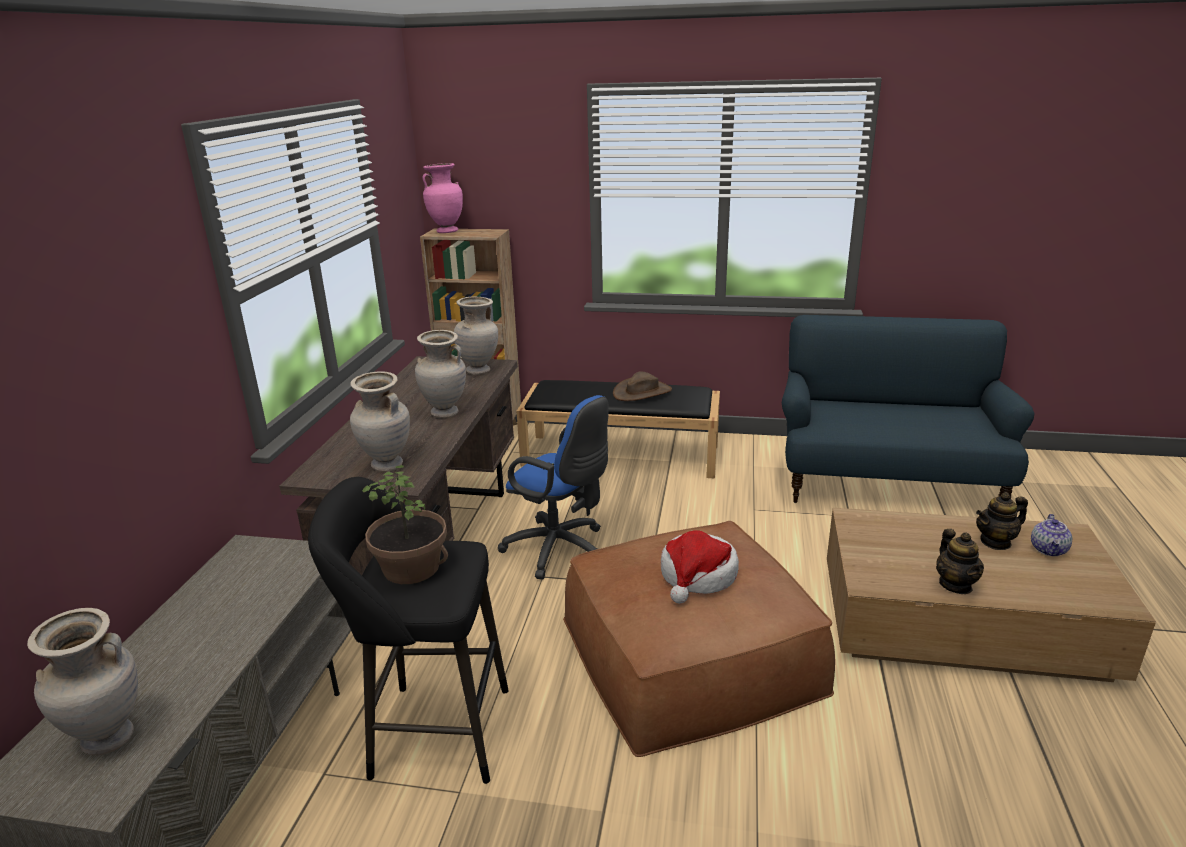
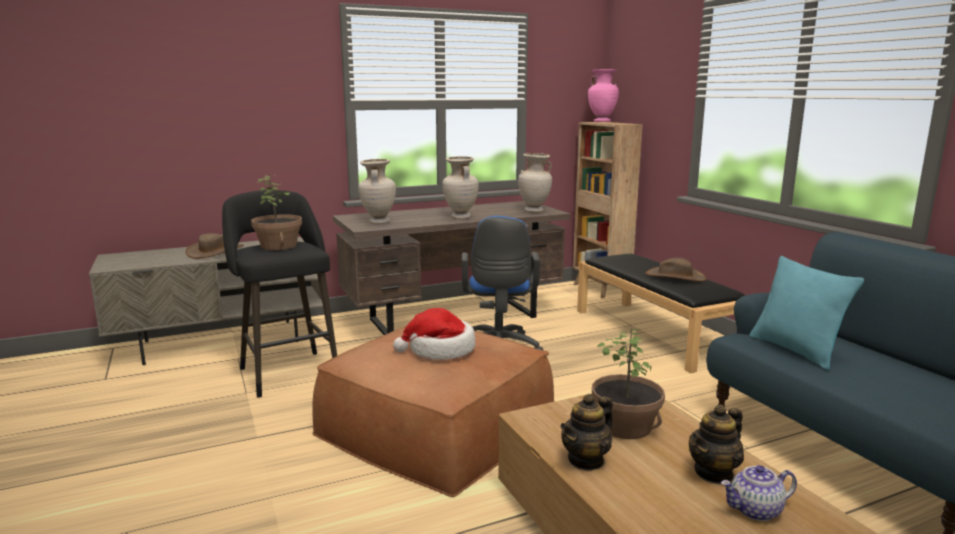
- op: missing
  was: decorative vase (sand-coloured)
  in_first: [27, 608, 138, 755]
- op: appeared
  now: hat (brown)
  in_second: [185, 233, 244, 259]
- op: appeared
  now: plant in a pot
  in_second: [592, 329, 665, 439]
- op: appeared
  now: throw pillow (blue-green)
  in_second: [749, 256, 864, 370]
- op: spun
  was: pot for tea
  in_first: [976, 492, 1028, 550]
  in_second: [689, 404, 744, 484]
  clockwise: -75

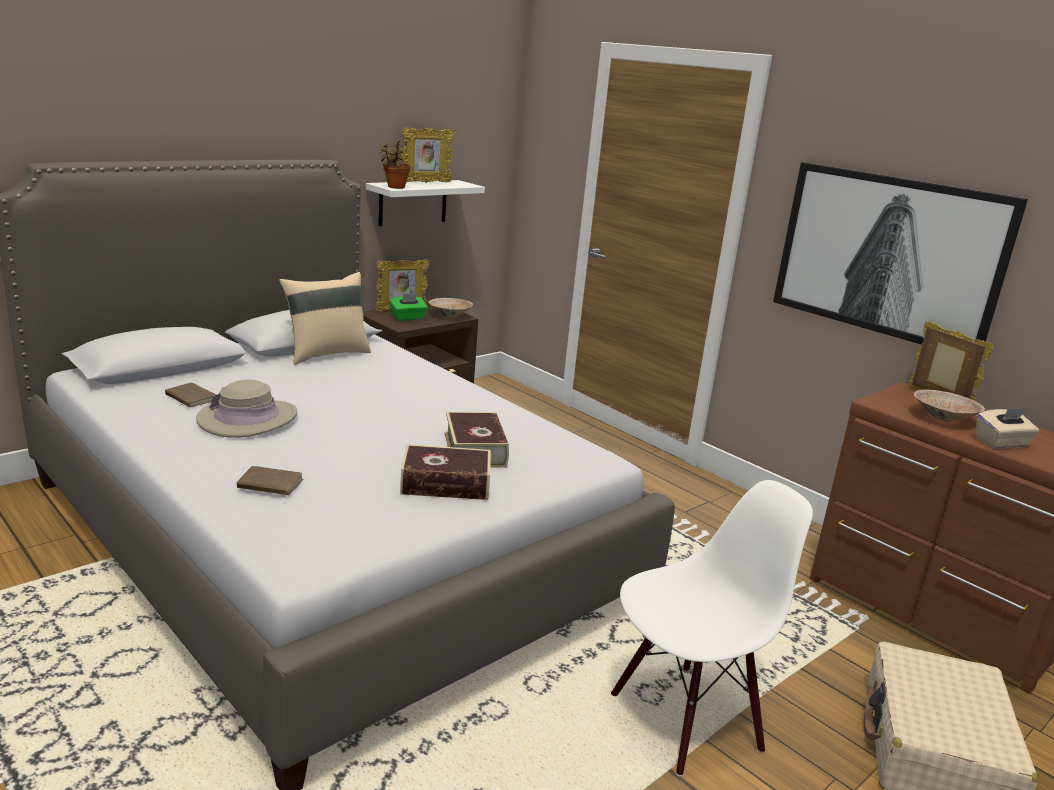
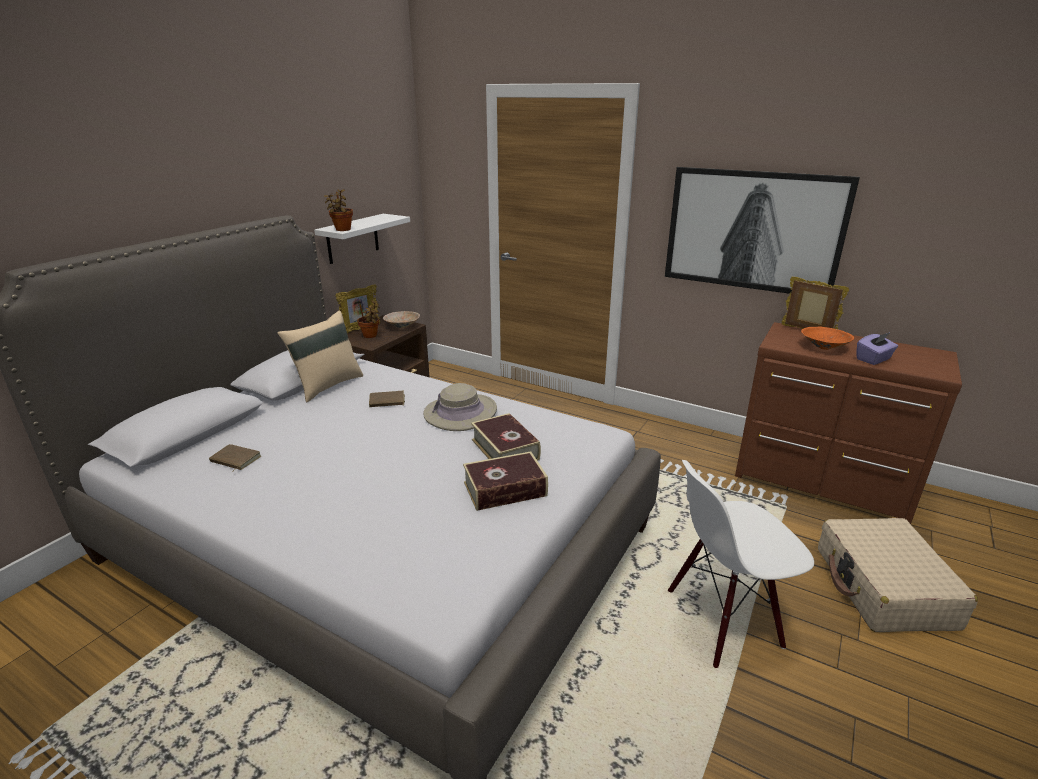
- op: missing
  was: picture frame
  in_first: [402, 128, 455, 183]
- op: relocated
  was: hat (sand-coloured)
  in_first: [196, 380, 297, 438]
  in_second: [423, 383, 497, 431]
- op: relocated
  was: book (brown)
  in_first: [236, 466, 303, 497]
  in_second: [369, 391, 405, 407]
- op: exchanged
  was: box of tissues (greenish)
  now: plant in a pot
  in_first: [389, 294, 428, 321]
  in_second: [357, 300, 380, 338]
- op: colour
  was: serving bowl (sand-coloured)
  now: serving bowl (orange-coloured)
  in_first: [914, 389, 985, 422]
  in_second: [801, 327, 854, 350]
- op: colour
  was: box of tissues (sand-coloured)
  now: box of tissues (purple-coloured)
  in_first: [976, 409, 1039, 449]
  in_second: [857, 332, 898, 365]
- op: spun
  was: plain chair (whitish)
  in_first: [611, 480, 813, 777]
  in_second: [668, 460, 814, 668]
  clockwise: -150

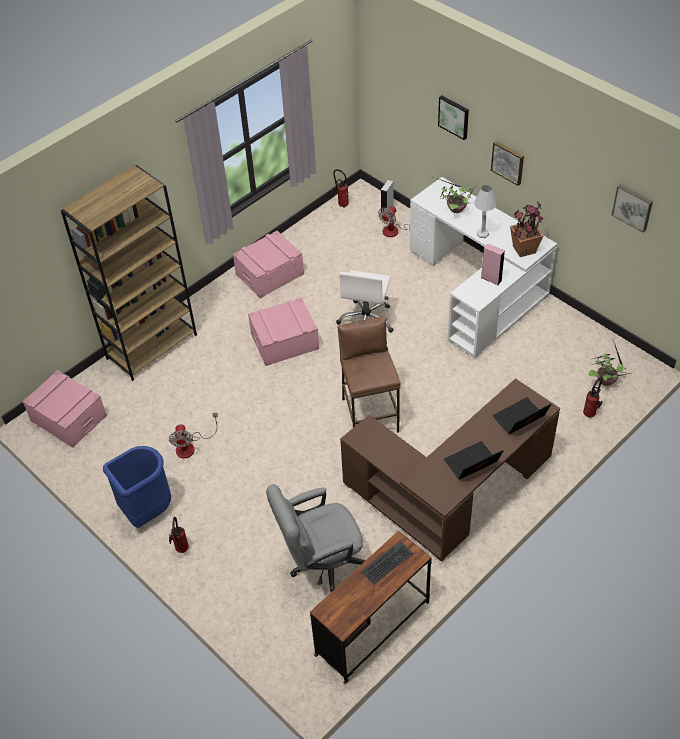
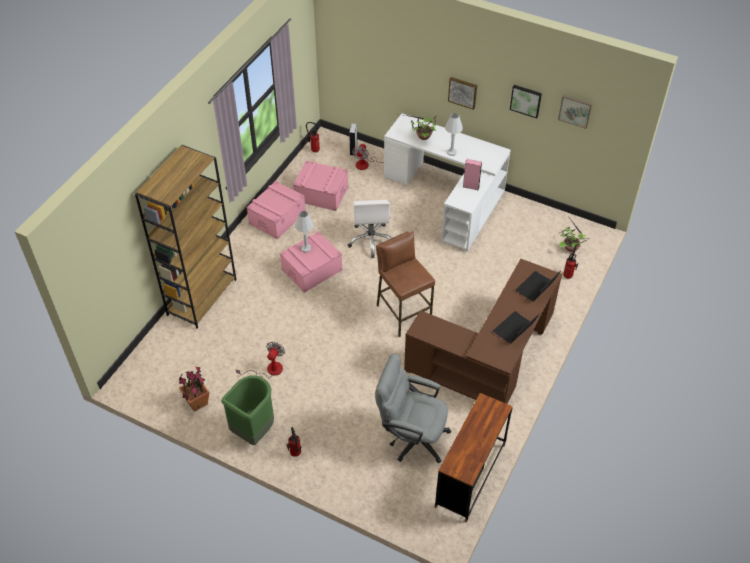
- op: missing
  was: computer keyboard
  in_first: [361, 541, 414, 584]
- op: appeared
  now: table lamp (whitish)
  in_second: [295, 211, 314, 253]
- op: relocated
  was: storage container (pink)
  in_first: [22, 370, 107, 448]
  in_second: [293, 160, 348, 211]
- op: relocated
  was: wall picture
  in_first: [438, 96, 469, 140]
  in_second: [510, 85, 542, 118]
- op: relocated
  was: plant in a pot
  in_first: [510, 202, 543, 257]
  in_second: [179, 366, 210, 412]
- op: colour
  was: waste bin (blue)
  now: waste bin (greenish)
  in_first: [103, 446, 171, 528]
  in_second: [221, 376, 274, 445]
- op: spun
  was: cooling fan
  in_first: [169, 413, 218, 458]
  in_second: [236, 342, 285, 378]
  clockwise: -135
- op: spun
  was: office chair (grey)
  in_first: [266, 484, 366, 593]
  in_second: [375, 354, 451, 463]
  clockwise: 60

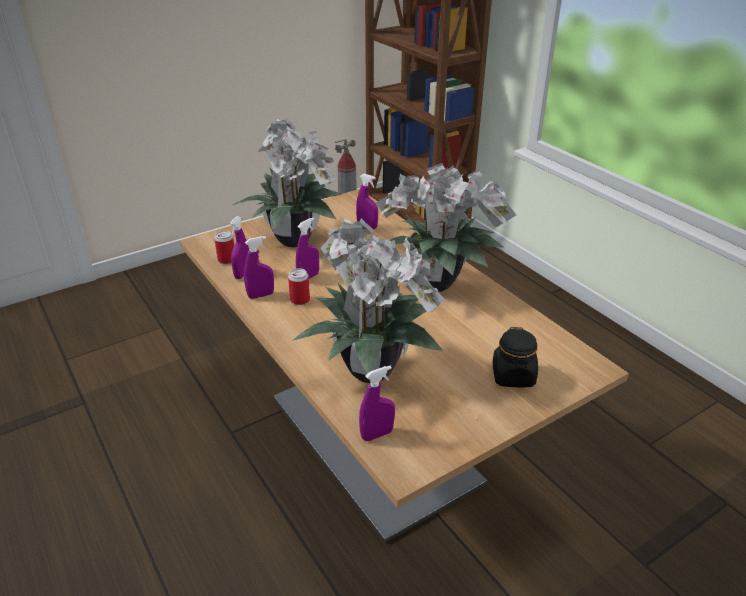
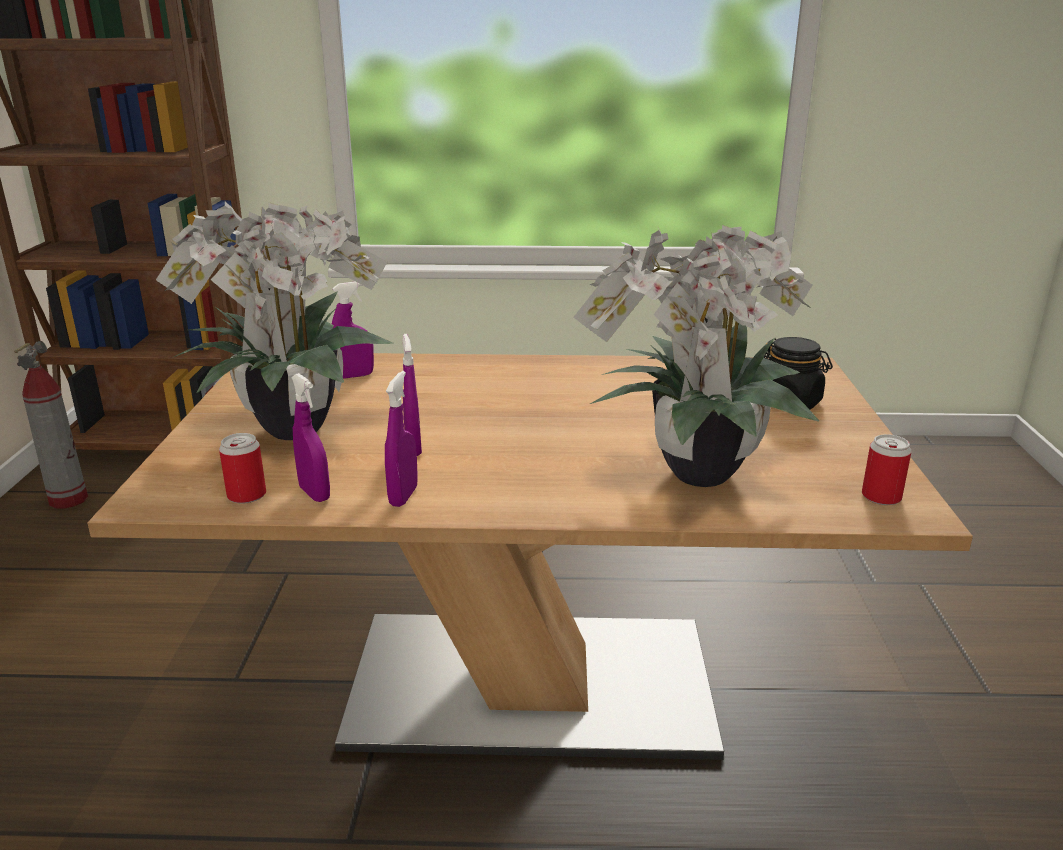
- op: missing
  was: spray bottle (purple-coloured)
  in_first: [359, 365, 395, 441]
- op: missing
  was: plant in a pot
  in_first: [376, 163, 516, 292]
- op: relocated
  was: can
  in_first: [288, 268, 310, 305]
  in_second: [862, 434, 912, 505]

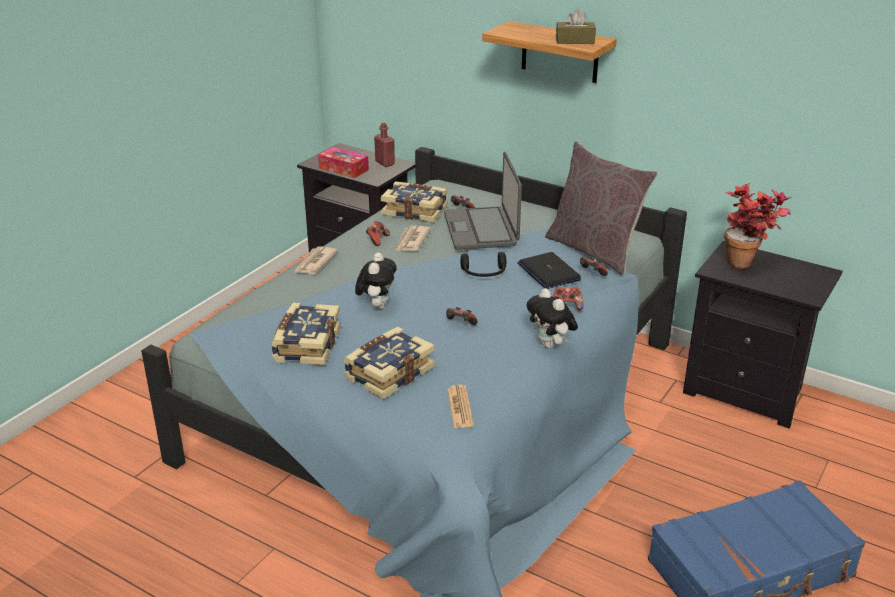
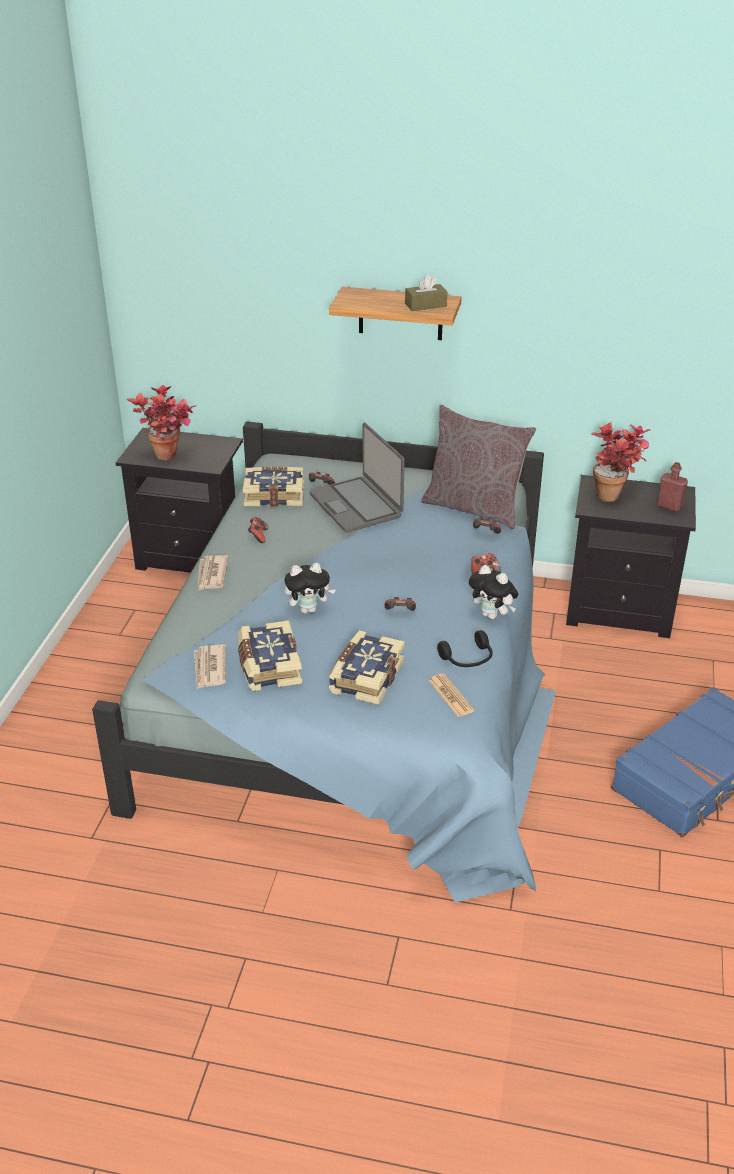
- op: missing
  was: notebook computer
  in_first: [518, 252, 581, 289]
- op: relocated
  was: bottle (red)
  in_first: [374, 123, 395, 167]
  in_second: [657, 462, 688, 512]
- op: relocated
  was: newspaper
  in_first: [395, 225, 431, 251]
  in_second: [194, 645, 226, 689]
- op: relocated
  was: headphones (blackish)
  in_first: [460, 252, 506, 277]
  in_second: [437, 630, 493, 667]
- op: exchanged
  was: box of tissues
  now: plant in a pot
  in_first: [318, 147, 369, 178]
  in_second: [127, 385, 196, 461]
- op: spun
  was: soft toy
  in_first: [355, 252, 397, 309]
  in_second: [284, 563, 336, 613]
  clockwise: 90

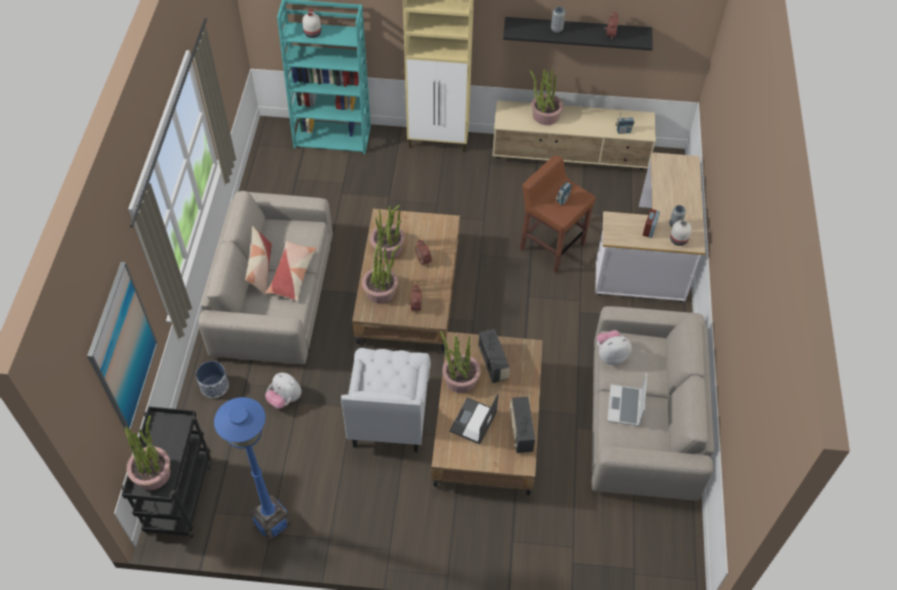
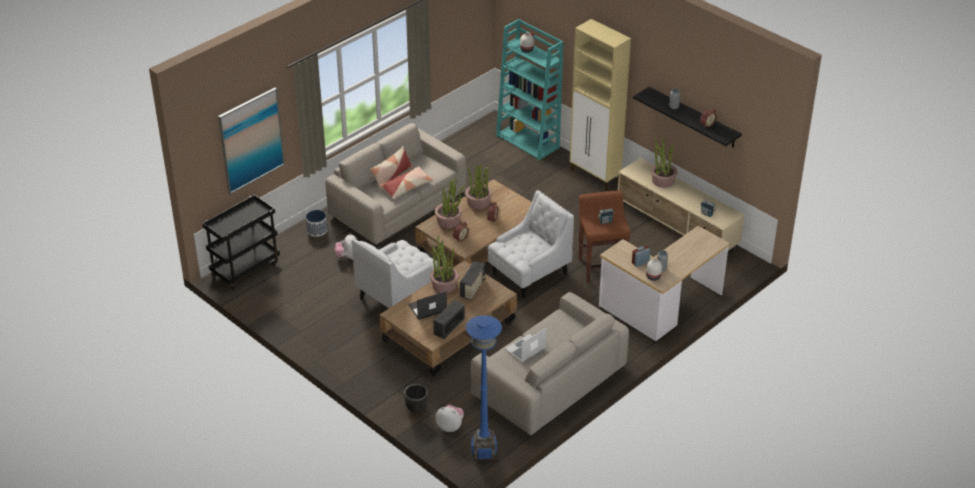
- op: missing
  was: plant in a pot
  in_first: [125, 415, 170, 490]
- op: appeared
  now: plant pot (blackish)
  in_second: [404, 384, 428, 413]
- op: appeared
  now: lounge chair (whitish)
  in_second: [488, 190, 574, 298]
- op: relocated
  was: floor lamp (blue)
  in_first: [214, 397, 291, 541]
  in_second: [466, 315, 502, 461]
- op: relocated
  was: soft toy
  in_first: [597, 330, 632, 365]
  in_second: [436, 405, 464, 432]

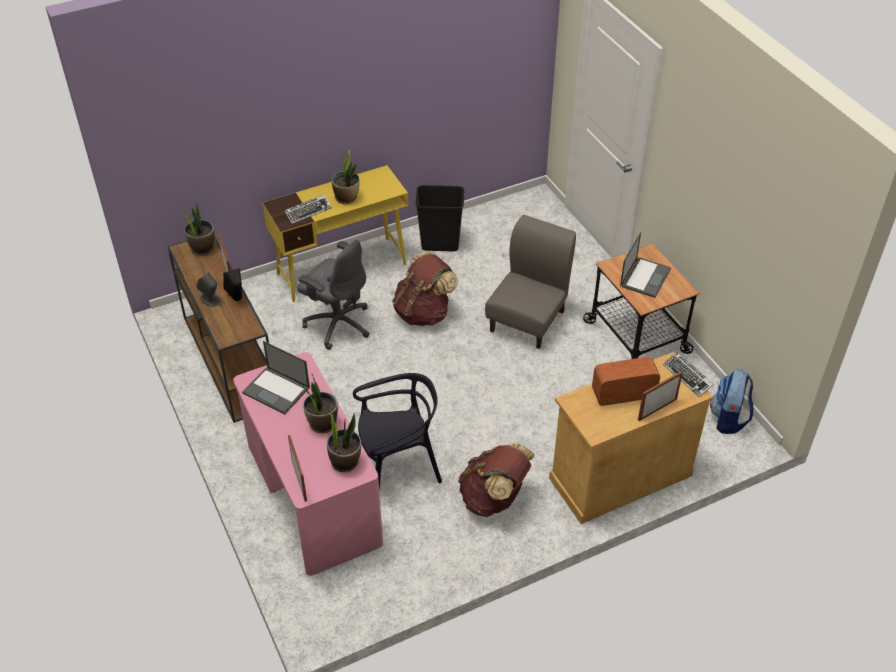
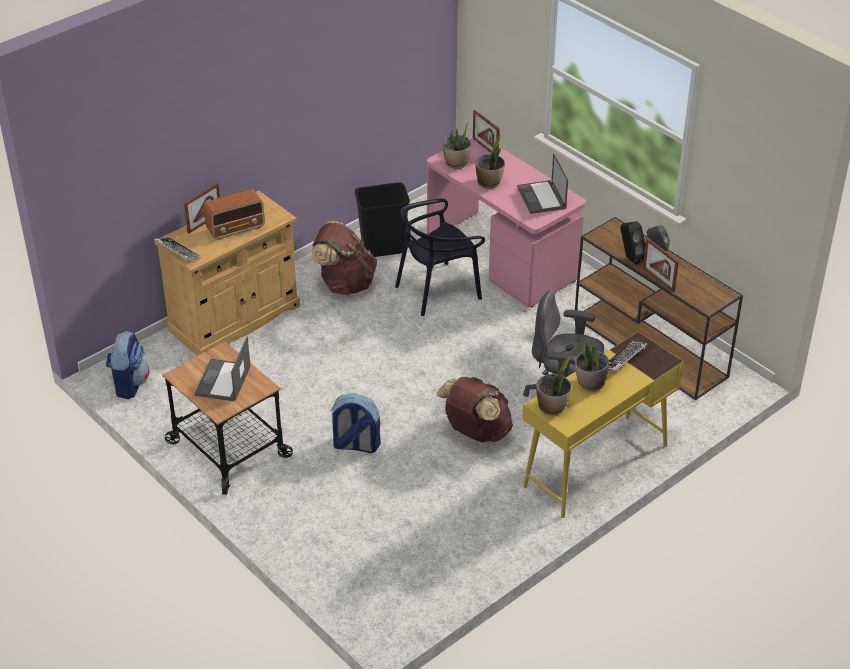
- op: relocated
  was: plant in a pot
  in_first: [181, 201, 214, 256]
  in_second: [536, 356, 571, 415]
- op: relocated
  was: waste bin (blackish)
  in_first: [415, 185, 464, 251]
  in_second: [355, 182, 410, 257]
- op: exchanged
  was: plain chair (grey)
  now: knapsack
  in_first: [485, 215, 576, 349]
  in_second: [330, 394, 381, 453]
- op: spun
  was: notebook computer
  in_first: [242, 341, 310, 415]
  in_second: [517, 153, 568, 214]
  clockwise: -120

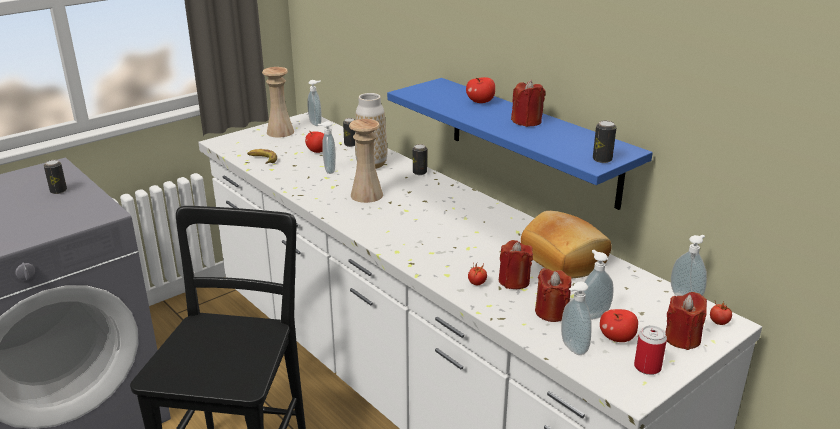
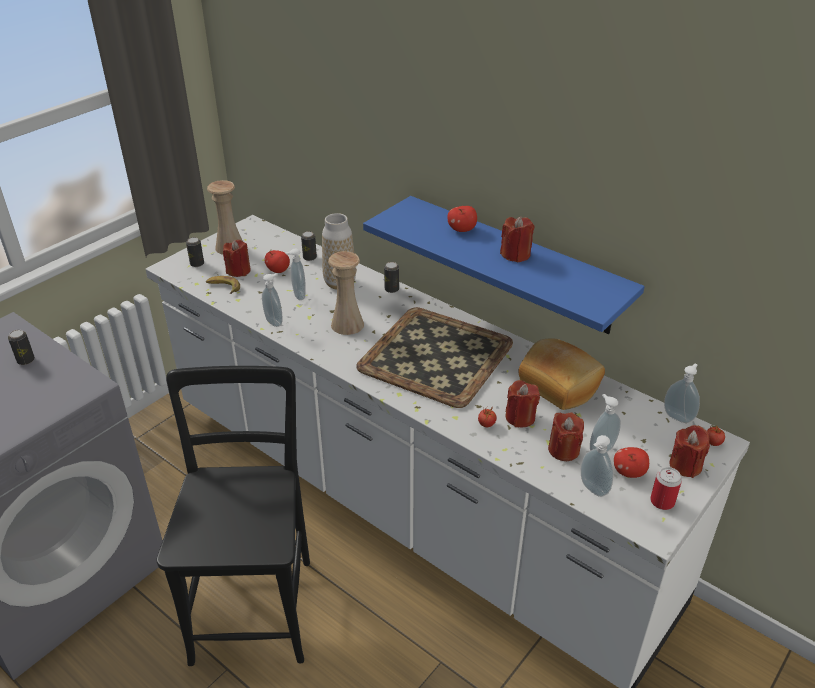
- op: appeared
  now: wax light (red)
  in_second: [223, 240, 251, 277]
- op: appeared
  now: serving tray
  in_second: [356, 307, 513, 408]
- op: relocated
  was: soap dispenser
  in_first: [307, 80, 321, 126]
  in_second: [262, 273, 283, 327]
- op: relocated
  was: can
  in_first: [593, 121, 617, 163]
  in_second: [186, 237, 204, 267]

